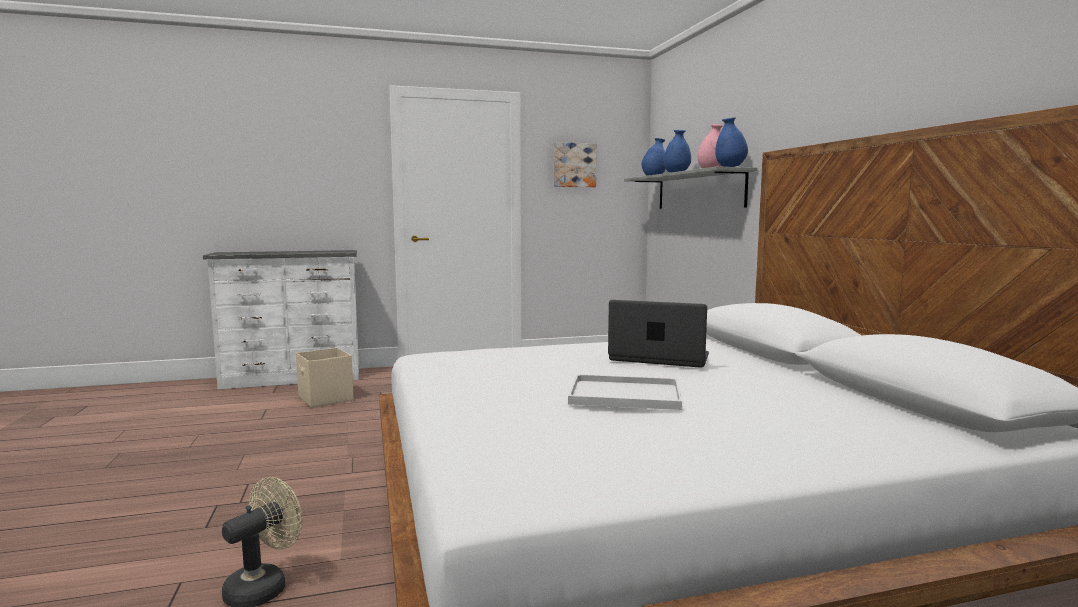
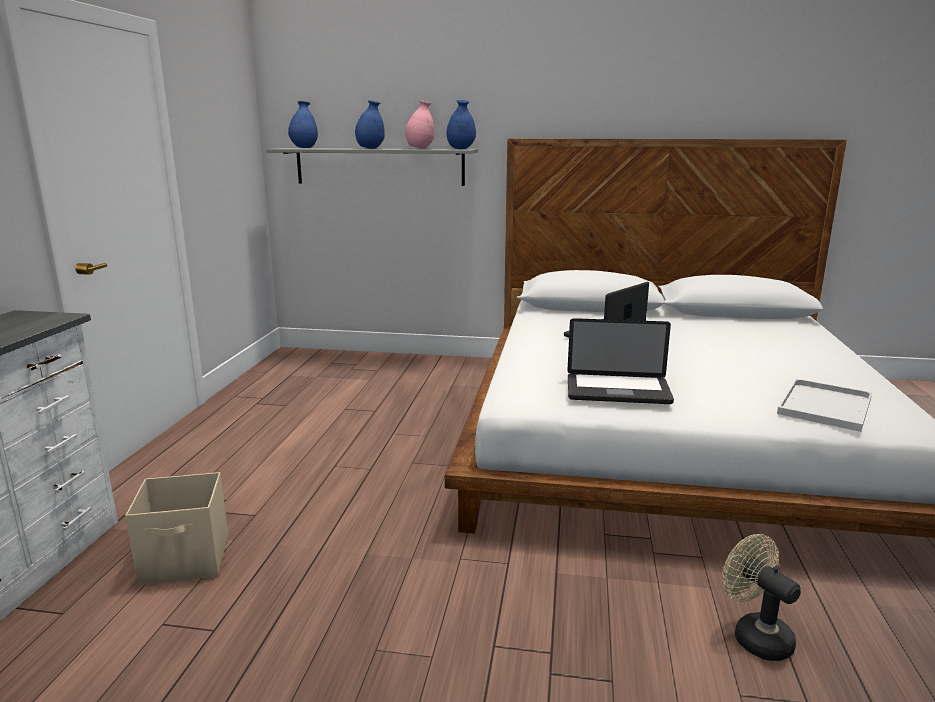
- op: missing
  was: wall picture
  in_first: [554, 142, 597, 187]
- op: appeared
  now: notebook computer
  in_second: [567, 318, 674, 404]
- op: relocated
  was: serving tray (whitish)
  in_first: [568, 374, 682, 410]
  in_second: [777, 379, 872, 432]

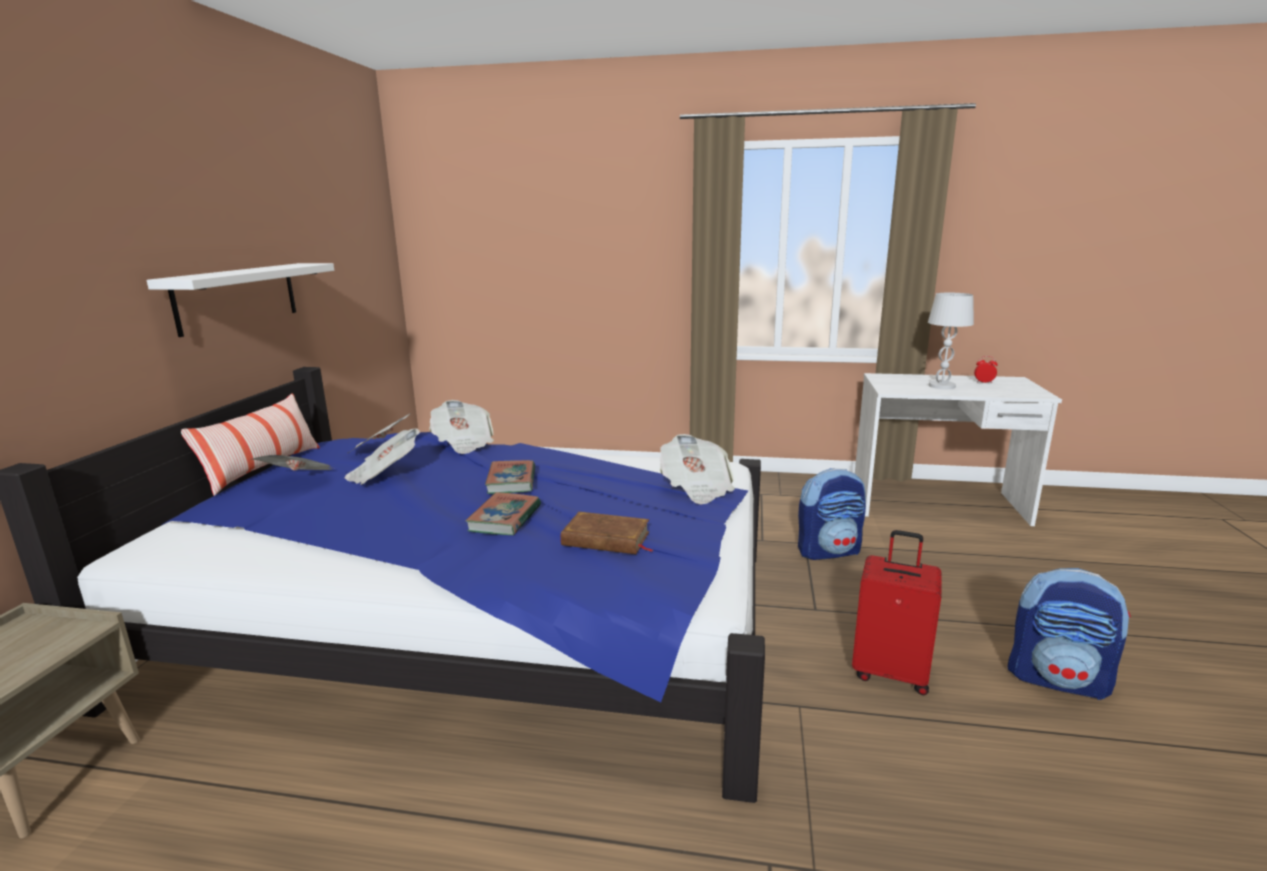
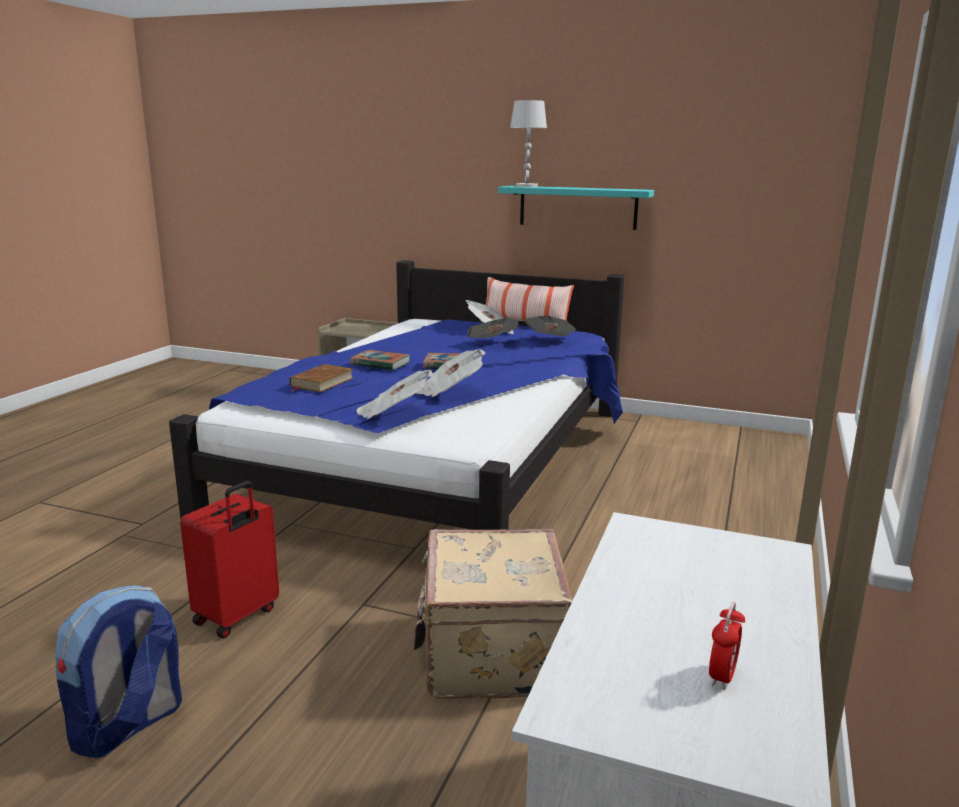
- op: relocated
  was: newspaper
  in_first: [429, 400, 494, 454]
  in_second: [417, 349, 486, 397]
- op: relocated
  was: table lamp (whitish)
  in_first: [928, 293, 974, 389]
  in_second: [510, 100, 547, 187]
- op: exchanged
  was: knapsack
  now: piece of luggage (sand-coloured)
  in_first: [798, 468, 866, 560]
  in_second: [413, 529, 573, 699]
- op: colour
  was: wall shelf (whitish)
  now: wall shelf (blue-green)
  in_first: [147, 263, 334, 337]
  in_second: [498, 186, 654, 230]

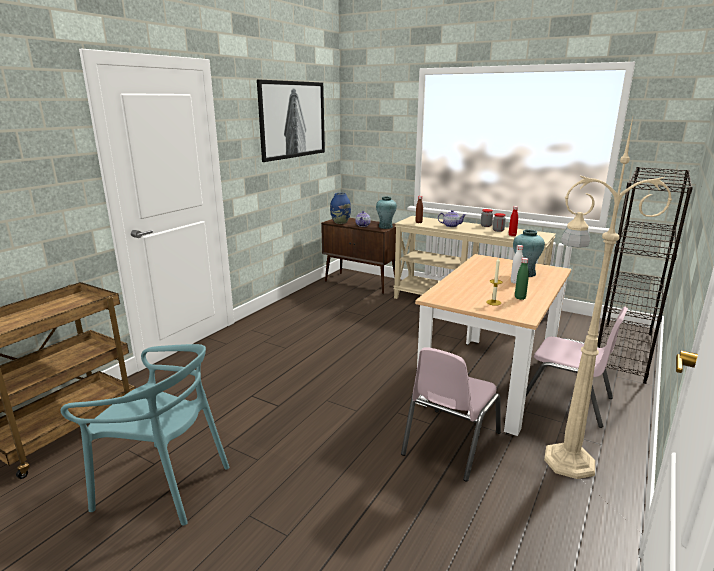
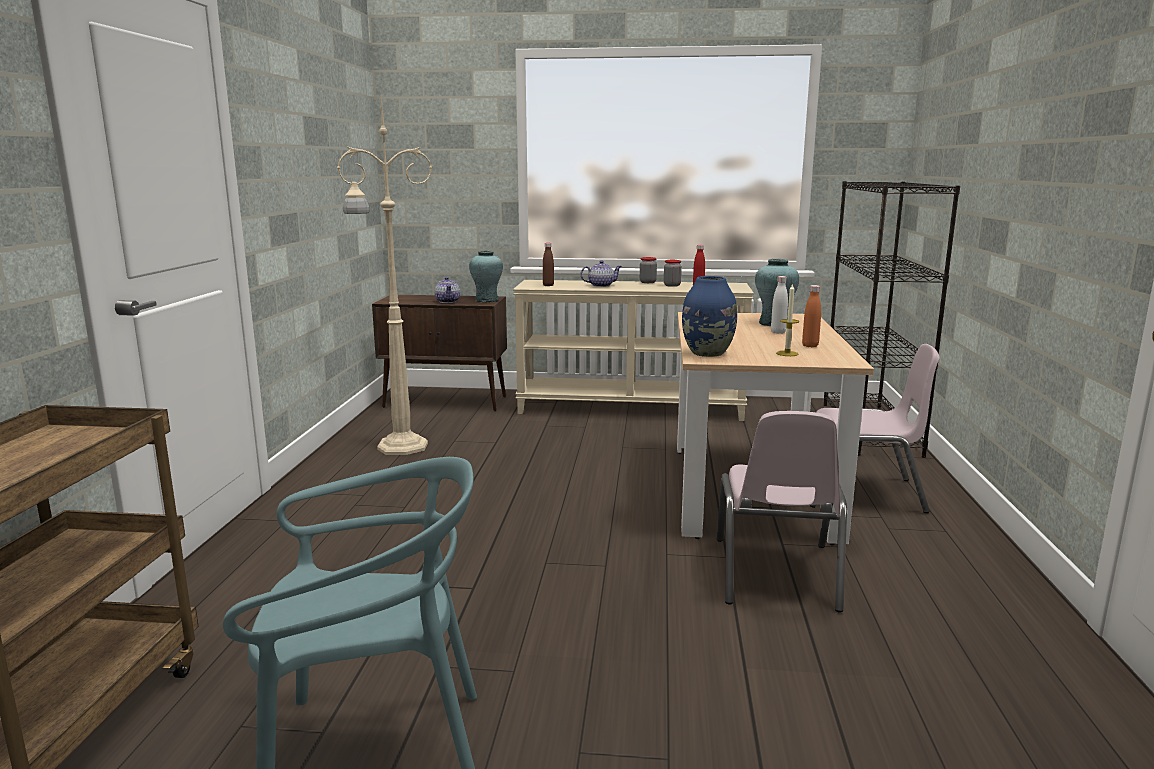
- op: missing
  was: wall picture
  in_first: [257, 79, 325, 162]
- op: relocated
  was: decorative vase (blue)
  in_first: [330, 193, 351, 224]
  in_second: [682, 276, 737, 357]
- op: relocated
  was: floor lamp (sand-coloured)
  in_first: [544, 118, 672, 479]
  in_second: [337, 97, 432, 455]
- op: colour
  was: bottle (greenish)
  now: bottle (orange-coloured)
  in_first: [515, 258, 529, 300]
  in_second: [802, 285, 821, 347]

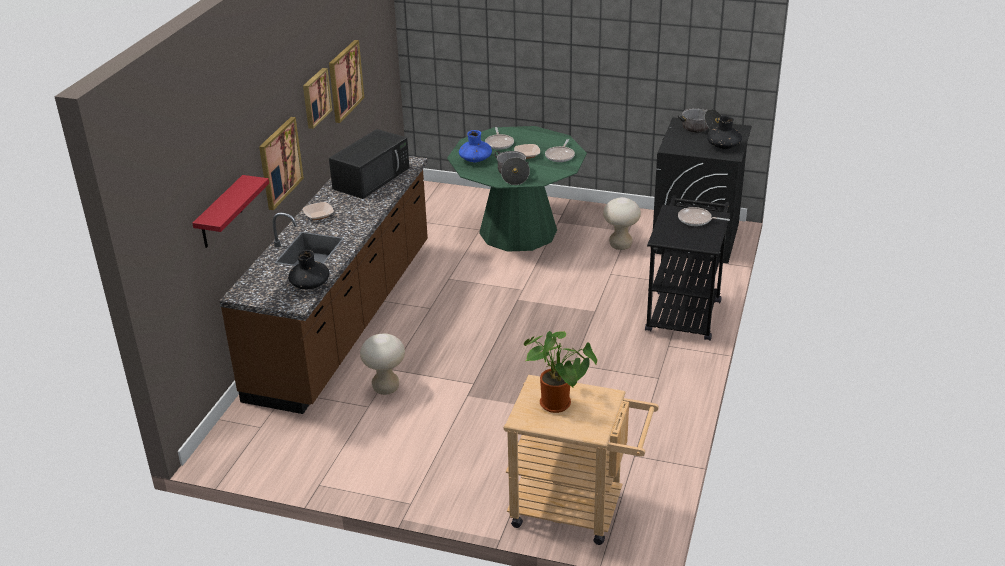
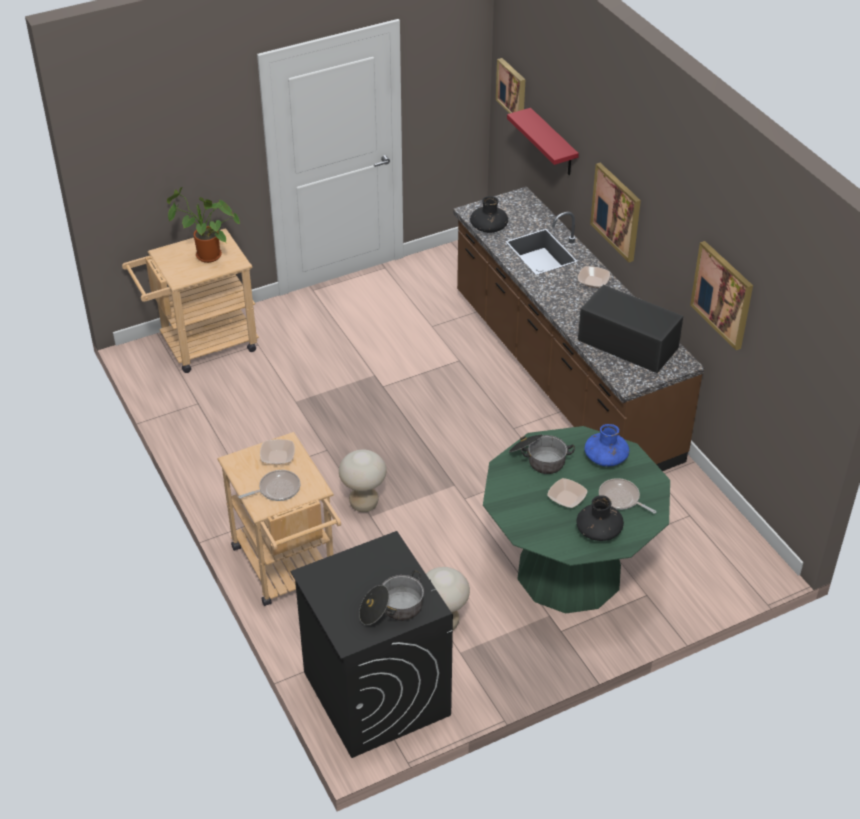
- op: missing
  was: frying pan
  in_first: [545, 139, 575, 162]
- op: appeared
  now: serving bowl
  in_second: [260, 439, 295, 464]
- op: relocated
  was: wall picture
  in_first: [303, 68, 332, 129]
  in_second: [496, 58, 525, 114]
- op: relocated
  was: stool seat (sand-coloured)
  in_first: [360, 333, 405, 395]
  in_second: [339, 449, 386, 512]
- op: relocated
  was: decorative vase (blackish)
  in_first: [707, 115, 742, 149]
  in_second: [576, 495, 624, 541]
- op: colour
  was: wheeled cart (blackish)
  now: wheeled cart (sand-coloured)
  in_first: [645, 195, 730, 341]
  in_second: [217, 432, 341, 606]
- op: spun
  was: microwave oven (blackish)
  in_first: [329, 129, 409, 199]
  in_second: [578, 285, 683, 373]
  clockwise: 135

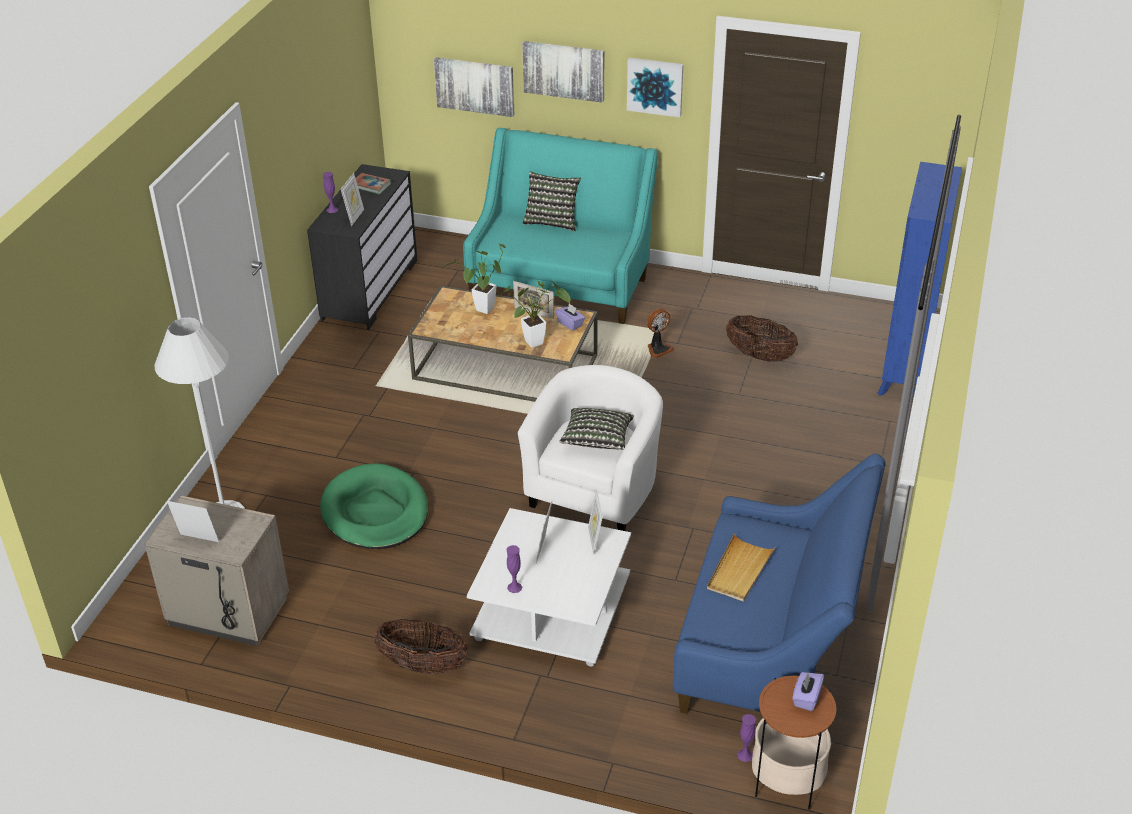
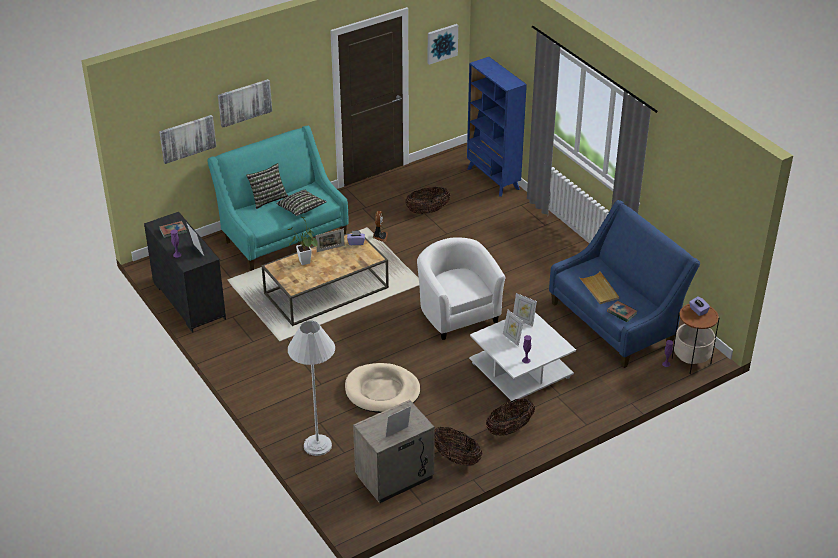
- op: missing
  was: plant in a pot
  in_first: [502, 281, 571, 348]
- op: appeared
  now: basket
  in_second: [434, 427, 482, 466]
- op: appeared
  now: book
  in_second: [607, 301, 637, 322]
- op: relocated
  was: throw pillow
  in_first: [559, 408, 634, 450]
  in_second: [276, 190, 327, 216]
- op: relocated
  was: wall picture
  in_first: [627, 58, 683, 117]
  in_second: [428, 24, 458, 65]
- op: colour
  was: dog bed (greenish)
  now: dog bed (sand-coloured)
  in_first: [320, 463, 428, 549]
  in_second: [345, 363, 420, 413]

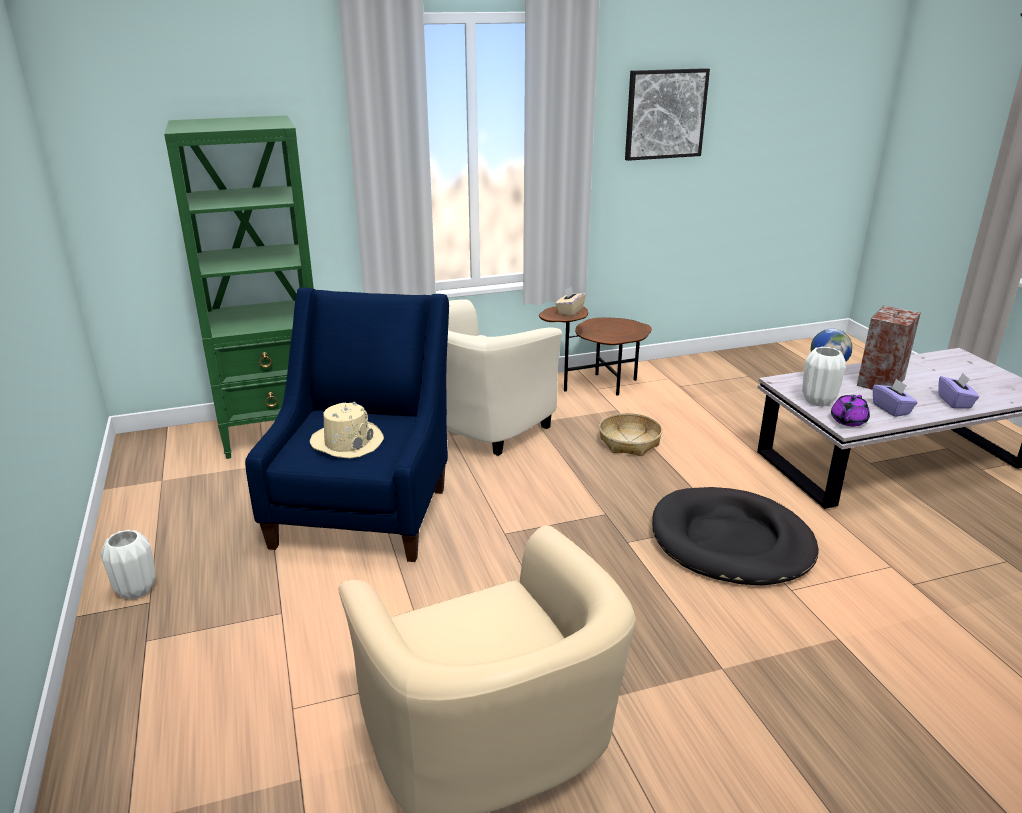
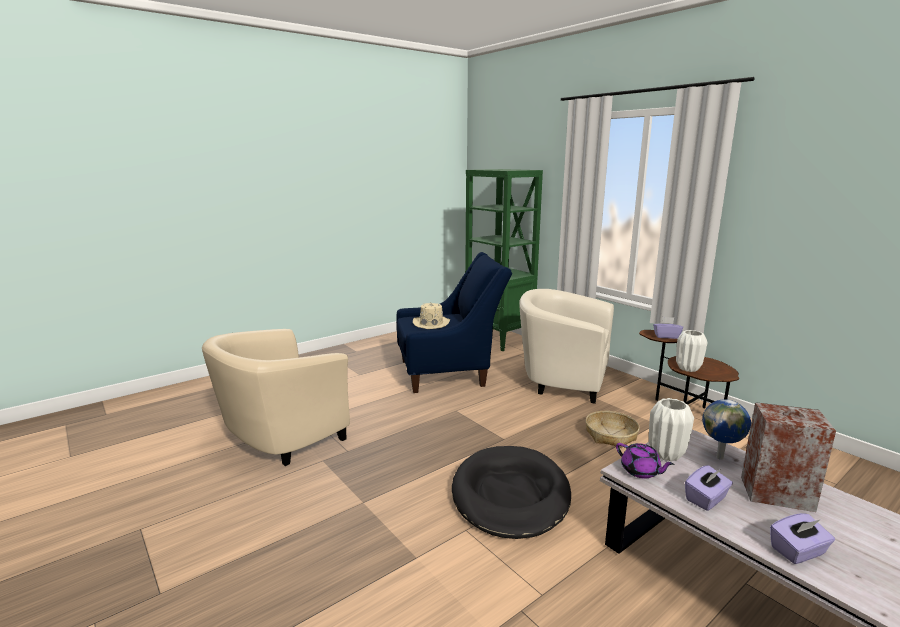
- op: missing
  was: wall picture
  in_first: [625, 68, 710, 161]
- op: relocated
  was: decorative vase (whitish)
  in_first: [100, 530, 156, 600]
  in_second: [676, 330, 708, 372]
- op: colour
  was: box of tissues (sand-coloured)
  now: box of tissues (purple-coloured)
  in_first: [556, 287, 586, 317]
  in_second: [653, 317, 683, 339]
- op: spun
  was: pot for tea (purple-coloured)
  in_first: [831, 395, 870, 427]
  in_second: [616, 443, 674, 478]
  clockwise: -150

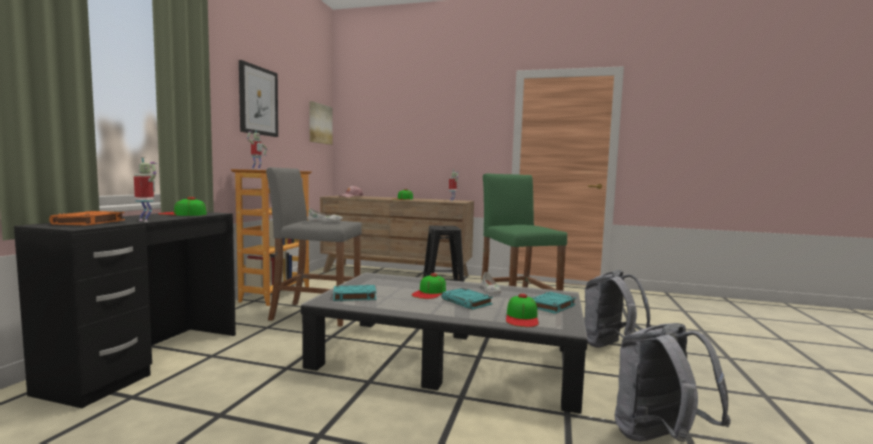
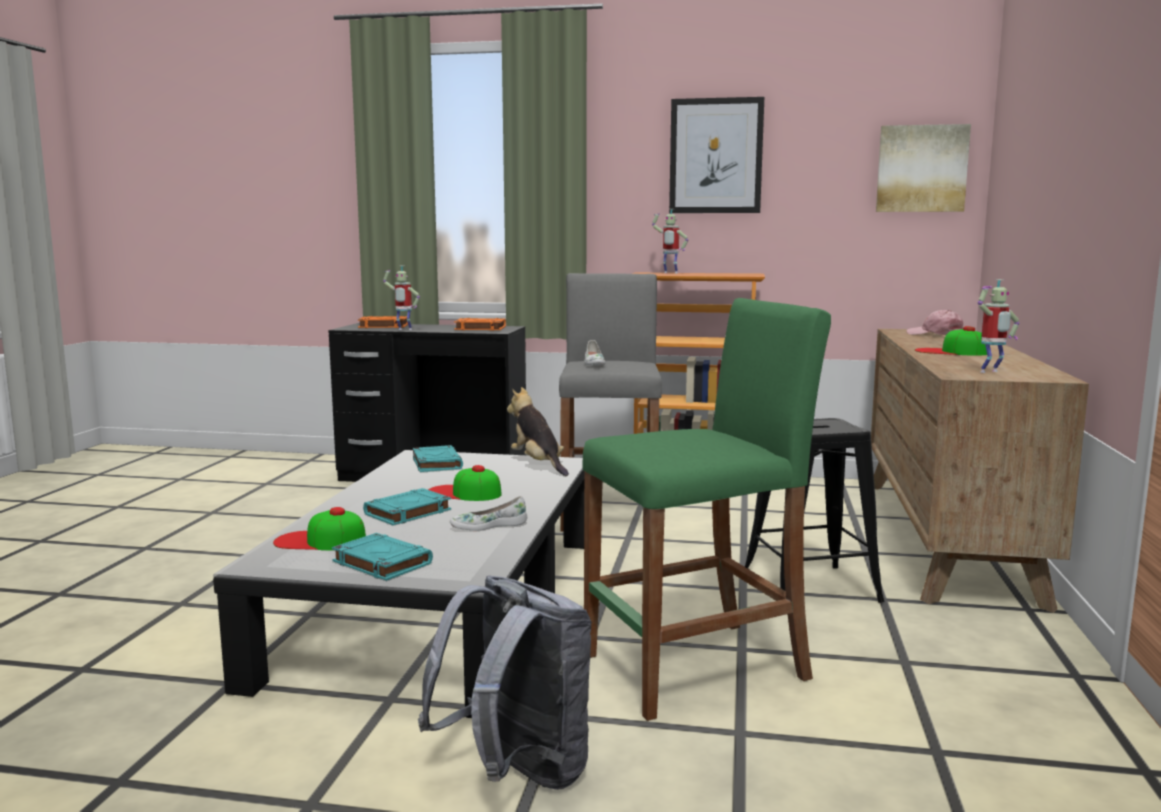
- op: missing
  was: knapsack (grey)
  in_first: [615, 323, 731, 442]
- op: appeared
  now: soft toy
  in_second: [507, 387, 569, 476]
- op: exchanged
  was: cap
  now: book (orange-coloured)
  in_first: [158, 197, 207, 216]
  in_second: [454, 318, 506, 331]
- op: spun
  was: model robot
  in_first: [134, 157, 158, 222]
  in_second: [383, 266, 420, 330]
  clockwise: 75

